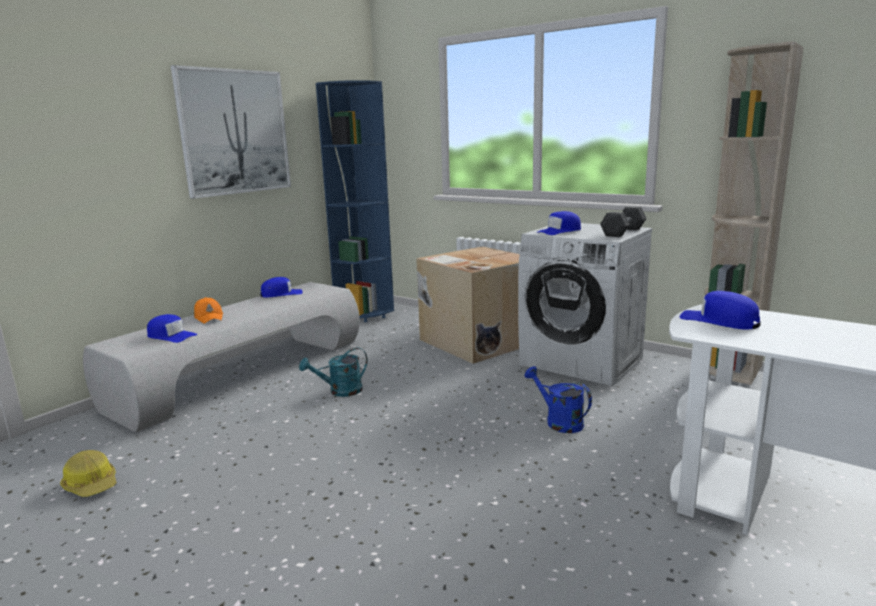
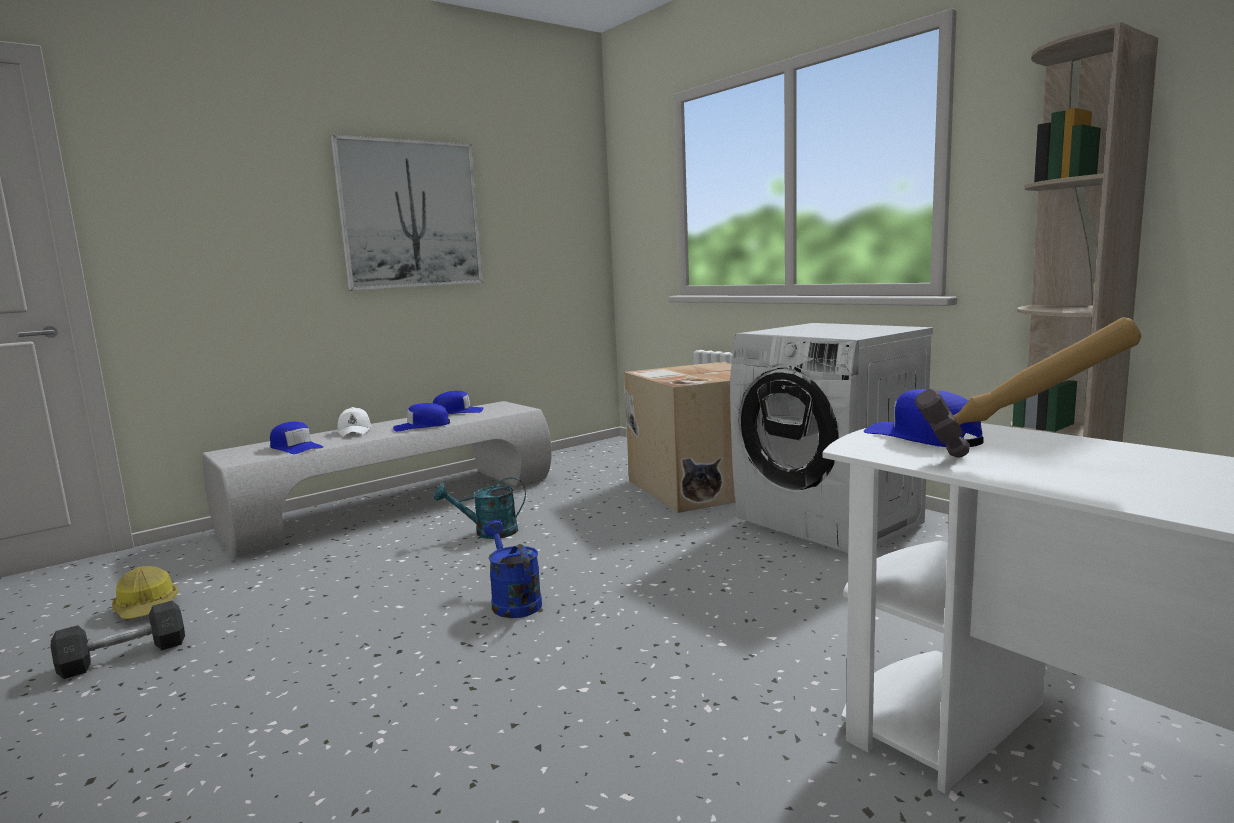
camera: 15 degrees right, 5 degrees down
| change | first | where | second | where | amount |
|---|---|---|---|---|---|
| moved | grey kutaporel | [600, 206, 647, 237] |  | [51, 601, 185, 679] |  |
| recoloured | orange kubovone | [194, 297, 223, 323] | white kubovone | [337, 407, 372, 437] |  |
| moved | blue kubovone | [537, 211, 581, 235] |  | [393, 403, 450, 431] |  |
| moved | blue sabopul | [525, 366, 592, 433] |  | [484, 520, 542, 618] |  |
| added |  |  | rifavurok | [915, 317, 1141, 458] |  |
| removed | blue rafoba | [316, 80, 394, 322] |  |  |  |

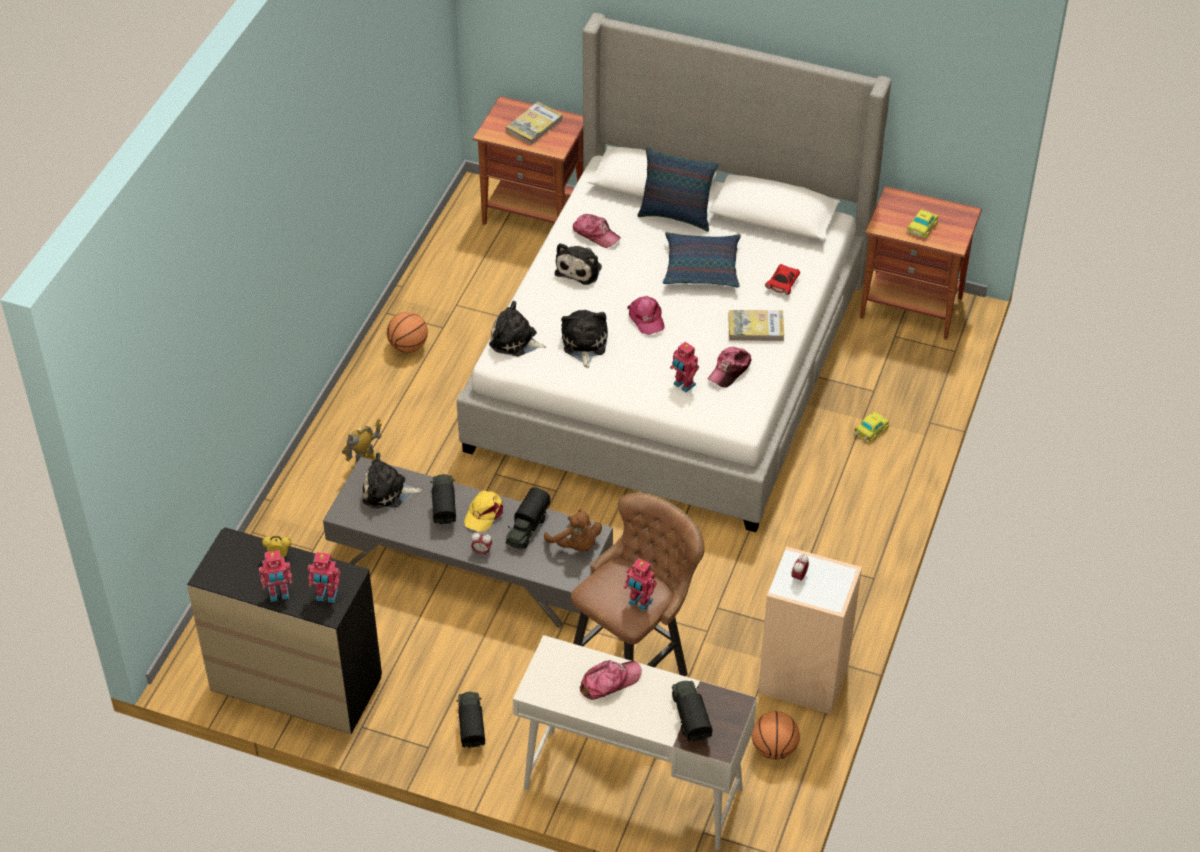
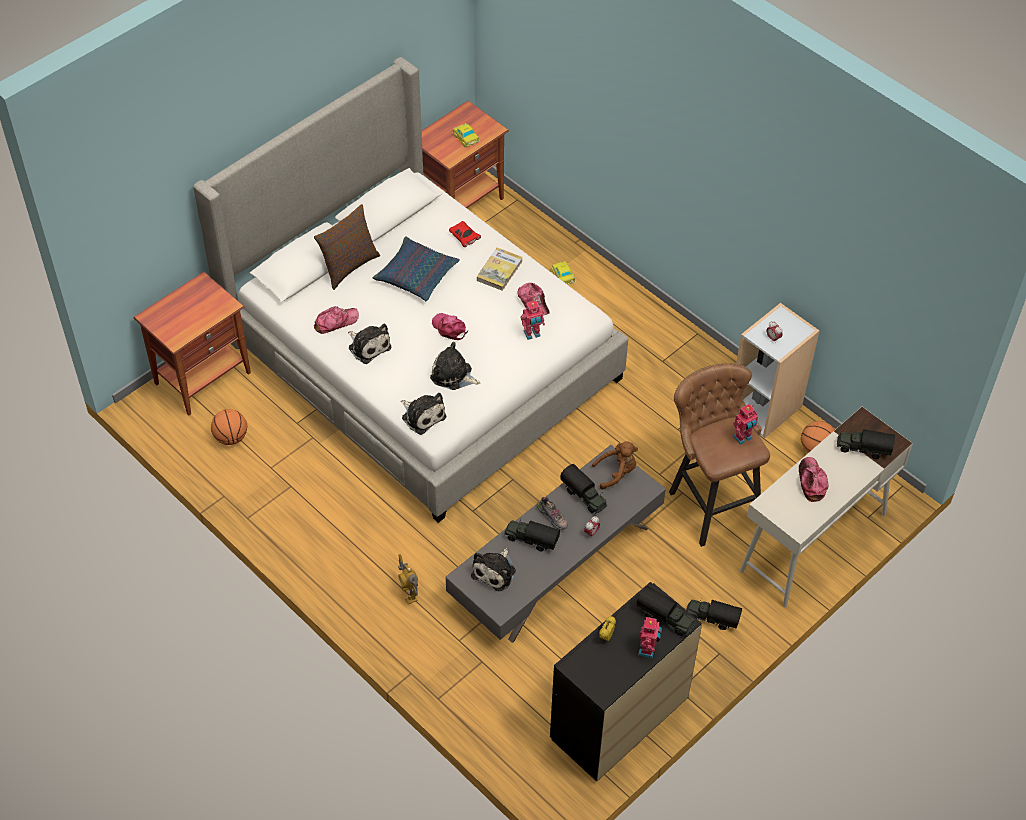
camera: 65 degrees left, 5 degrees up
| change | first | where | second | where | amount |
|---|---|---|---|---|---|
| moved | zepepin | [387, 312, 428, 353] |  | [211, 409, 247, 445] |  |
| recoloured | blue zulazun | [637, 147, 718, 232] | brown zulazun | [314, 204, 380, 290] |  |
| turned | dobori | [489, 301, 546, 357] |  | [401, 393, 446, 435] | 90 degrees counterclockwise |
| turned | pink kubovone | [627, 296, 665, 335] |  | [432, 313, 468, 340] | 135 degrees counterclockwise |
| replaced | yellow kubovone | [464, 491, 503, 532] | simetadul | [537, 497, 568, 530] |  |
| replaced | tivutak | [308, 552, 341, 603] | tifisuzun | [636, 586, 695, 636] |  |
| removed | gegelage | [506, 102, 563, 145] |  |  |  |

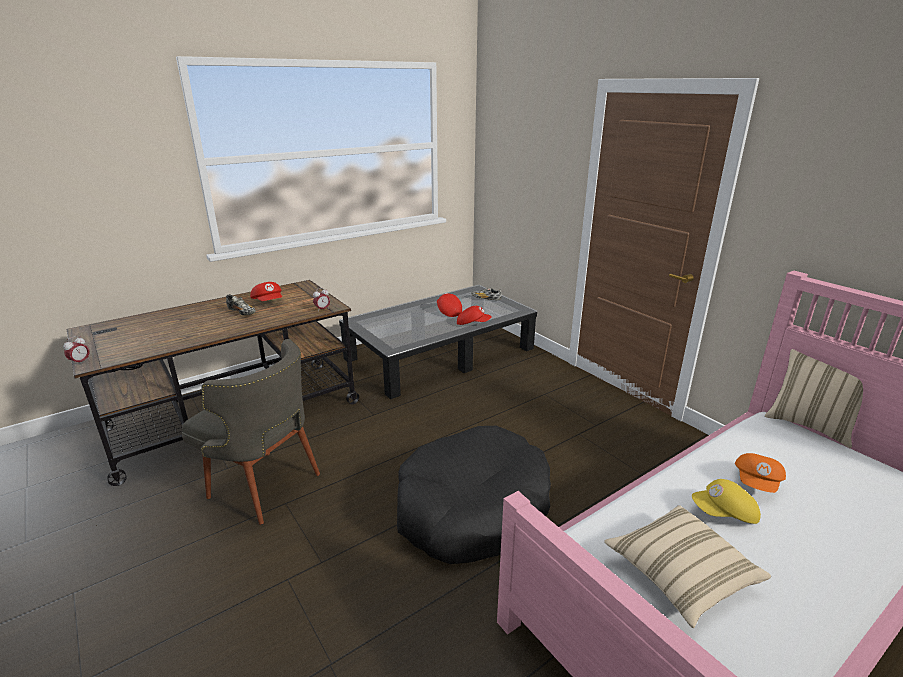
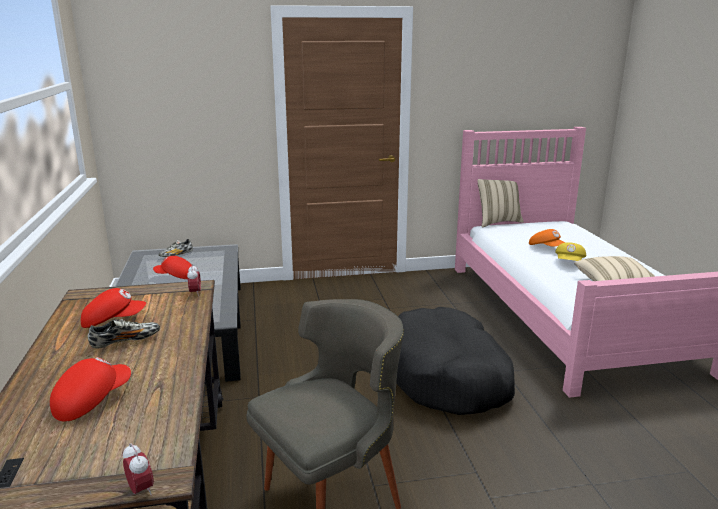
camera: 65 degrees left, 5 degrees down
| change | first | where | second | where | amount |
|---|---|---|---|---|---|
| moved | red kubovone | [457, 306, 492, 325] |  | [50, 357, 131, 422] |  |

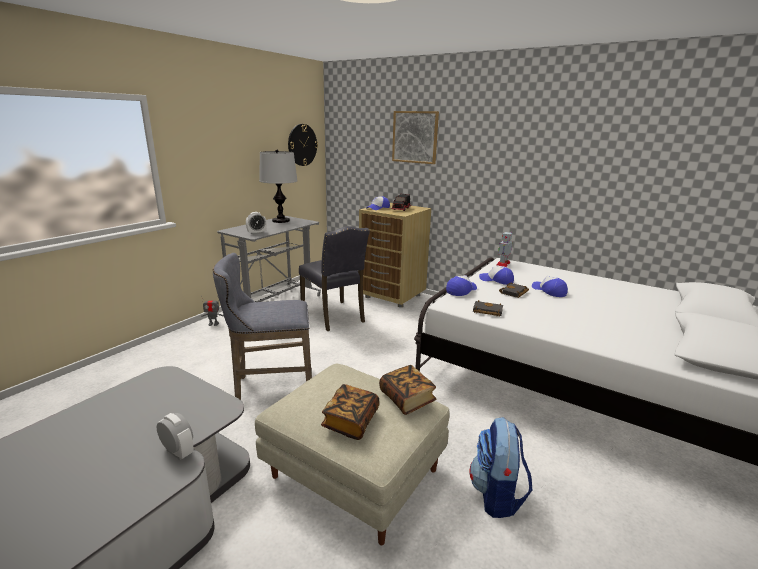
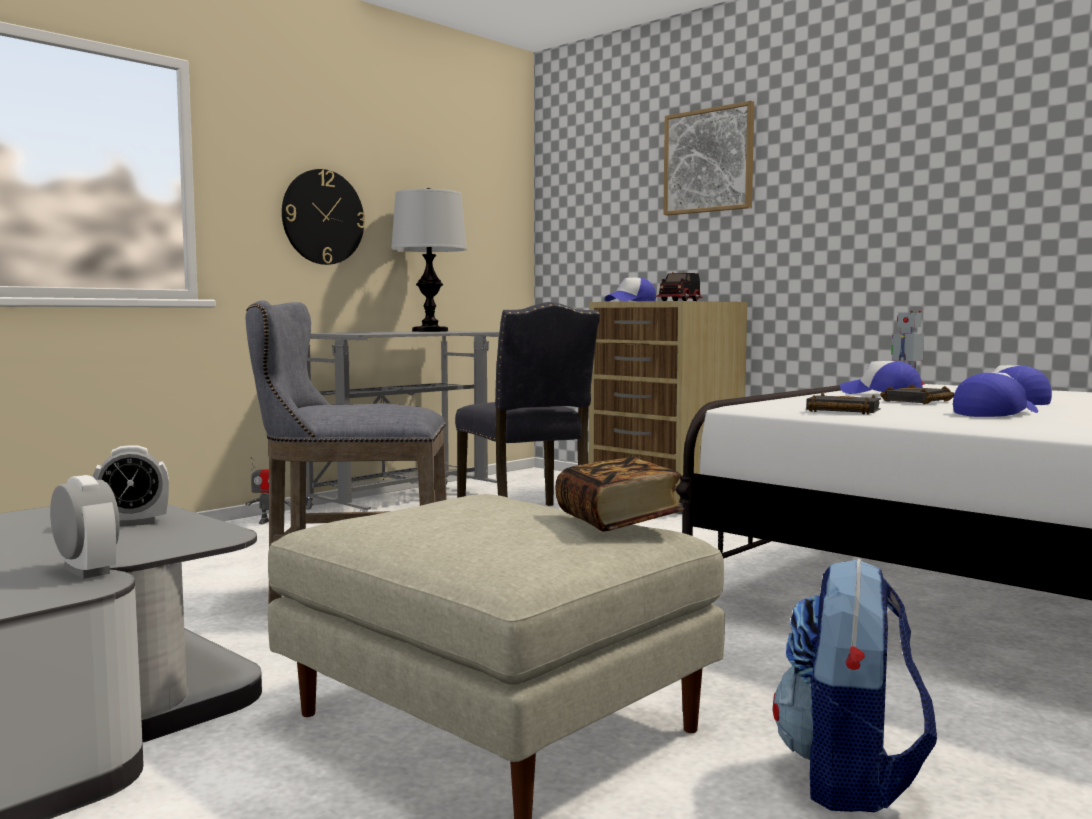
camera: 10 degrees right, 15 degrees down
| change | first | where | second | where | amount |
|---|---|---|---|---|---|
| moved | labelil | [246, 212, 267, 235] |  | [92, 445, 169, 527] |  |
| moved | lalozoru | [288, 124, 318, 166] |  | [282, 169, 366, 265] |  |
| moved | kubovone | [446, 275, 477, 296] |  | [953, 372, 1038, 417] |  |
| removed | gegelage | [321, 384, 379, 440] |  |  |  |

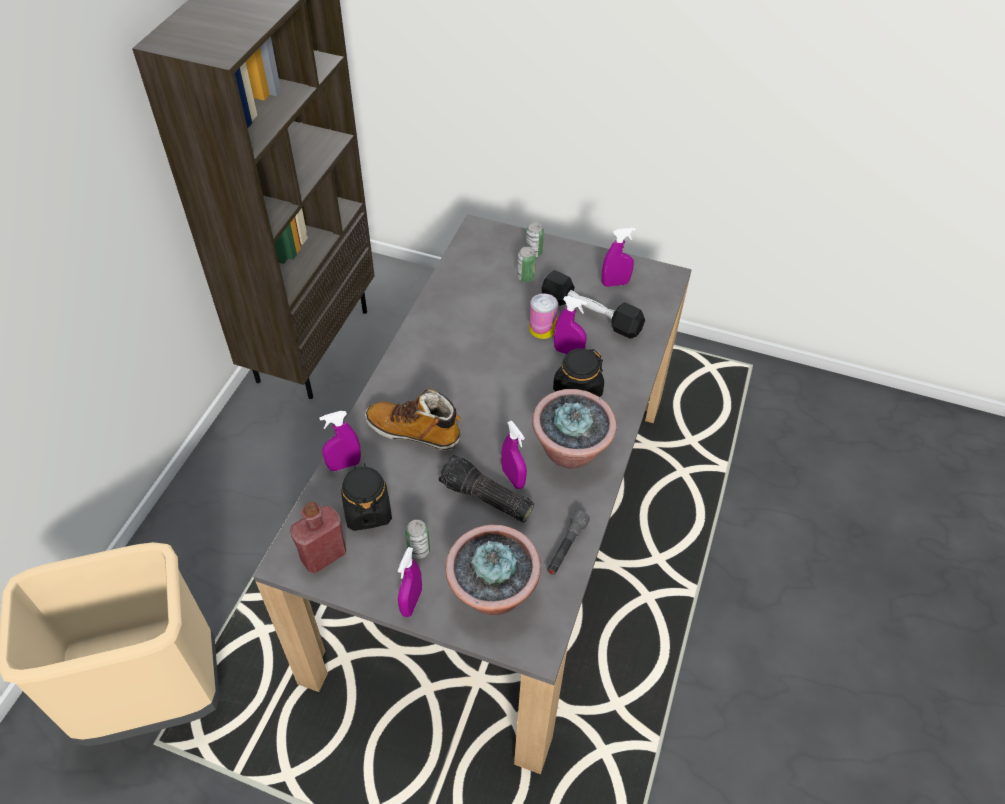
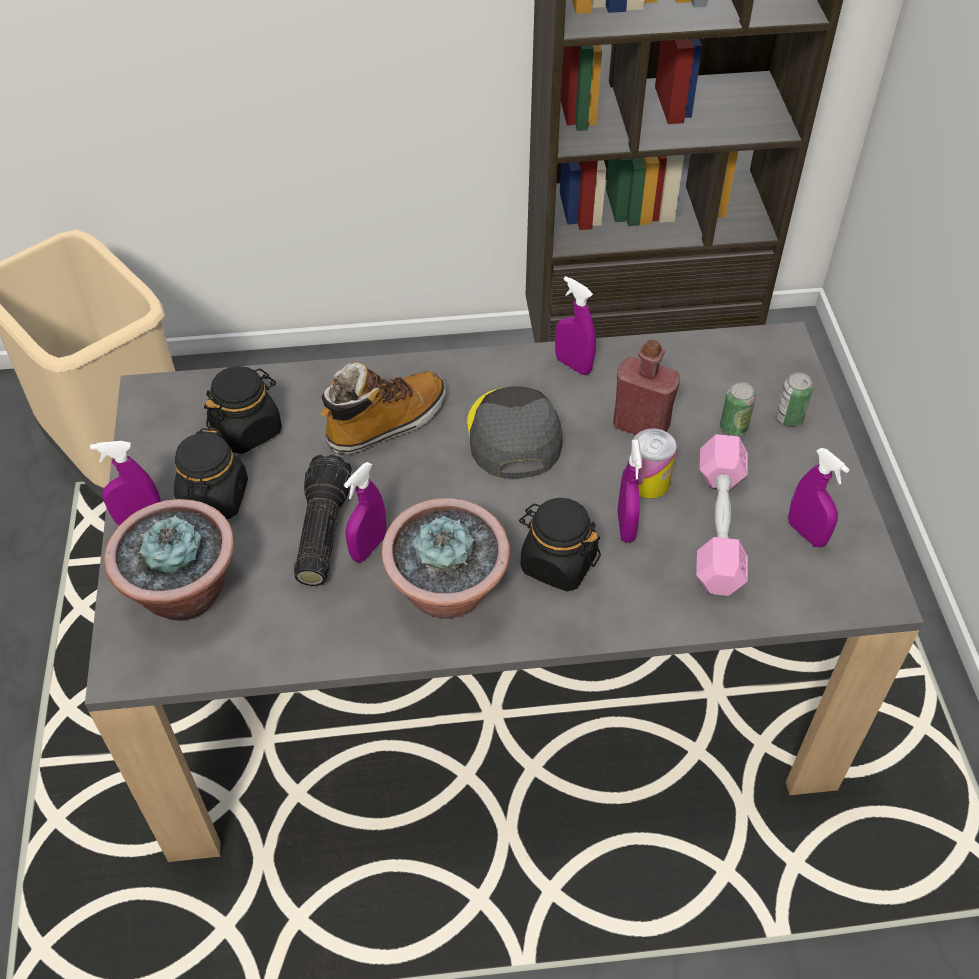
camera: 65 degrees right, 0 degrees up
| change | first | where | second | where | amount |
|---|---|---|---|---|---|
| replaced | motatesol | [405, 520, 430, 559] | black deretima | [174, 428, 248, 519] |  |
| turned | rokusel | [365, 389, 461, 451] |  | [320, 362, 446, 454] | 60 degrees clockwise |
| added |  |  | grey kubovone | [467, 386, 563, 478] |  |
| moved | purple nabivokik | [319, 411, 361, 471] |  | [555, 276, 596, 375] |  |
| moved | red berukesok | [290, 502, 346, 573] |  | [613, 339, 680, 435] |  |
| recoloured | black kutaporel | [542, 270, 645, 339] | pink kutaporel | [696, 434, 748, 596] |  |
| removed | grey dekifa | [547, 510, 590, 575] |  |  |  |

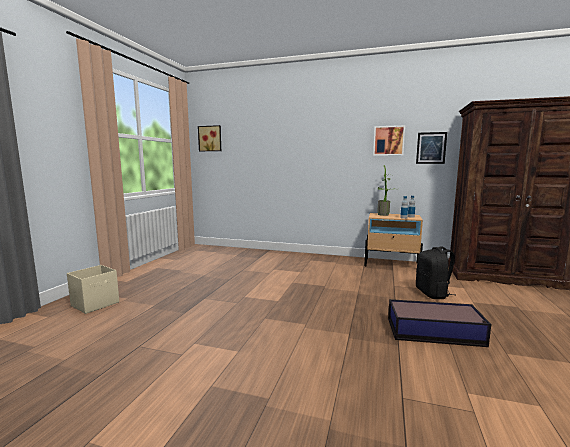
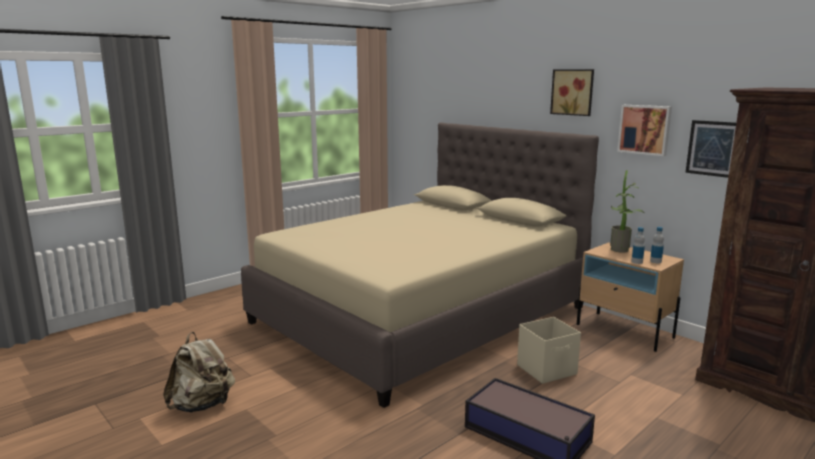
camera: 30 degrees right, 5 degrees up
| change | first | where | second | where | amount |
|---|---|---|---|---|---|
| added |  |  | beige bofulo | [163, 332, 235, 413] |  |
| added |  |  | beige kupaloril | [241, 123, 599, 408] |  |
| moved | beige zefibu | [67, 265, 119, 314] |  | [517, 317, 581, 384] |  |
| moved | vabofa | [198, 125, 221, 151] |  | [550, 69, 594, 116] |  |
| removed | black bofulo | [416, 246, 455, 299] |  |  |  |

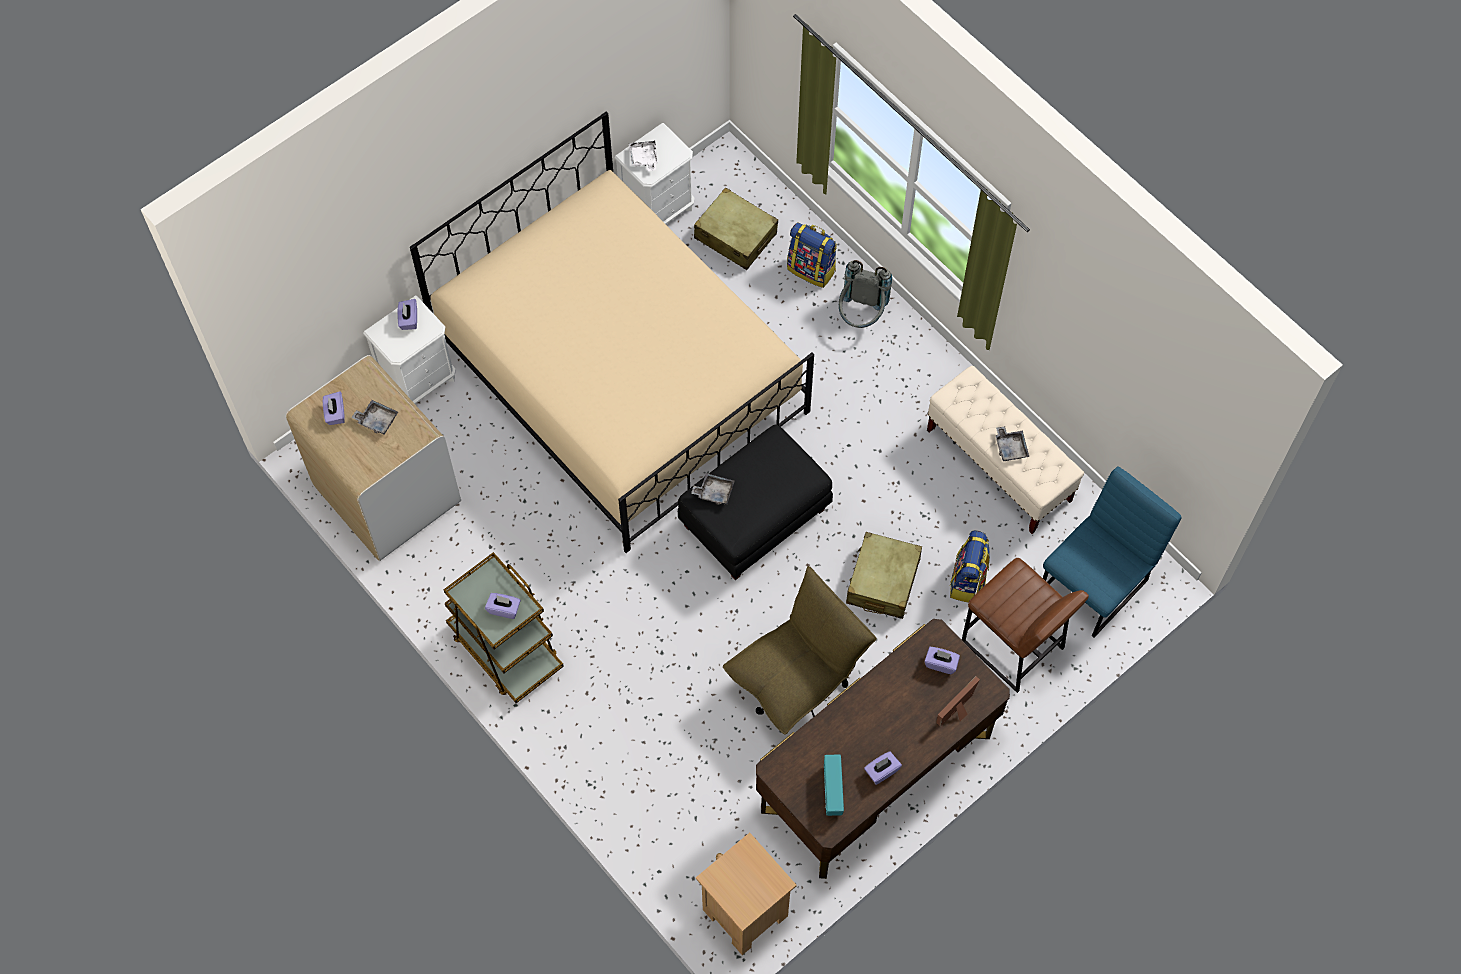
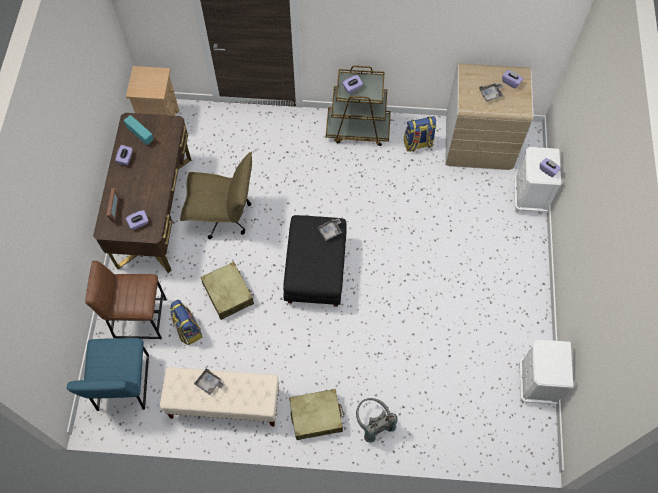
camera: 135 degrees right, 0 degrees up
| change | first | where | second | where | amount |
|---|---|---|---|---|---|
| turned | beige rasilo | [723, 566, 877, 735] |  | [180, 152, 252, 239] | 90 degrees counterclockwise |
| moved | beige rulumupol | [694, 187, 778, 270] |  | [289, 389, 344, 440] |  |
| moved | bofulo | [787, 223, 837, 288] |  | [404, 116, 436, 152] |  |
| removed | beige kupaloril | [410, 111, 814, 553] |  |  |  |
| removed | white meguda | [629, 141, 658, 171] |  |  |  |

